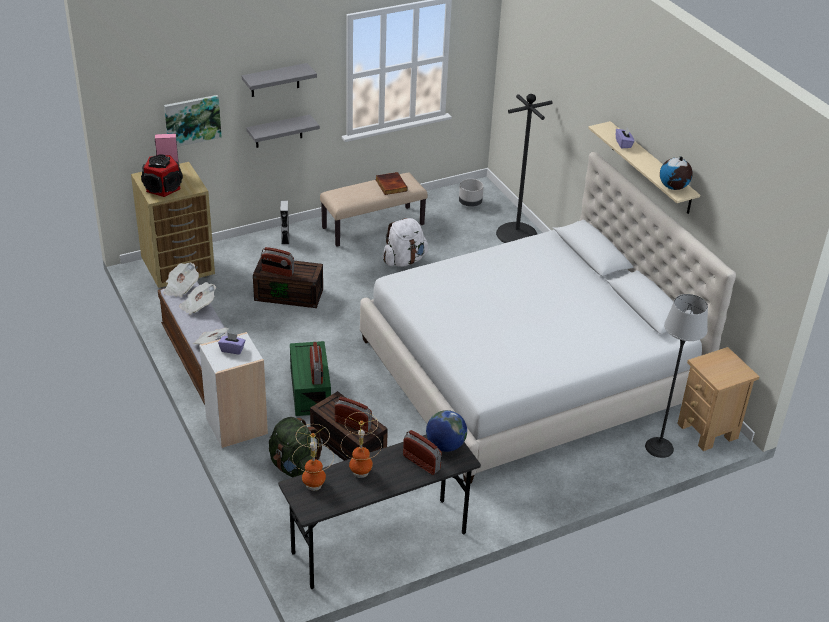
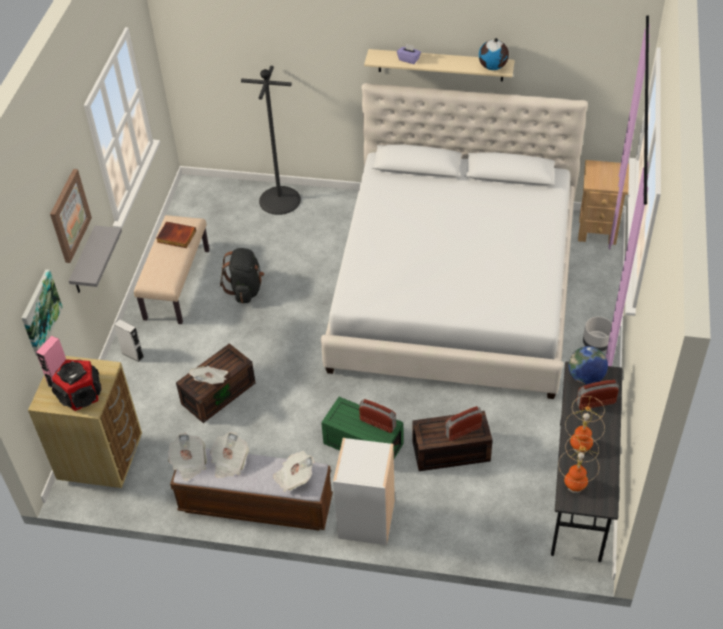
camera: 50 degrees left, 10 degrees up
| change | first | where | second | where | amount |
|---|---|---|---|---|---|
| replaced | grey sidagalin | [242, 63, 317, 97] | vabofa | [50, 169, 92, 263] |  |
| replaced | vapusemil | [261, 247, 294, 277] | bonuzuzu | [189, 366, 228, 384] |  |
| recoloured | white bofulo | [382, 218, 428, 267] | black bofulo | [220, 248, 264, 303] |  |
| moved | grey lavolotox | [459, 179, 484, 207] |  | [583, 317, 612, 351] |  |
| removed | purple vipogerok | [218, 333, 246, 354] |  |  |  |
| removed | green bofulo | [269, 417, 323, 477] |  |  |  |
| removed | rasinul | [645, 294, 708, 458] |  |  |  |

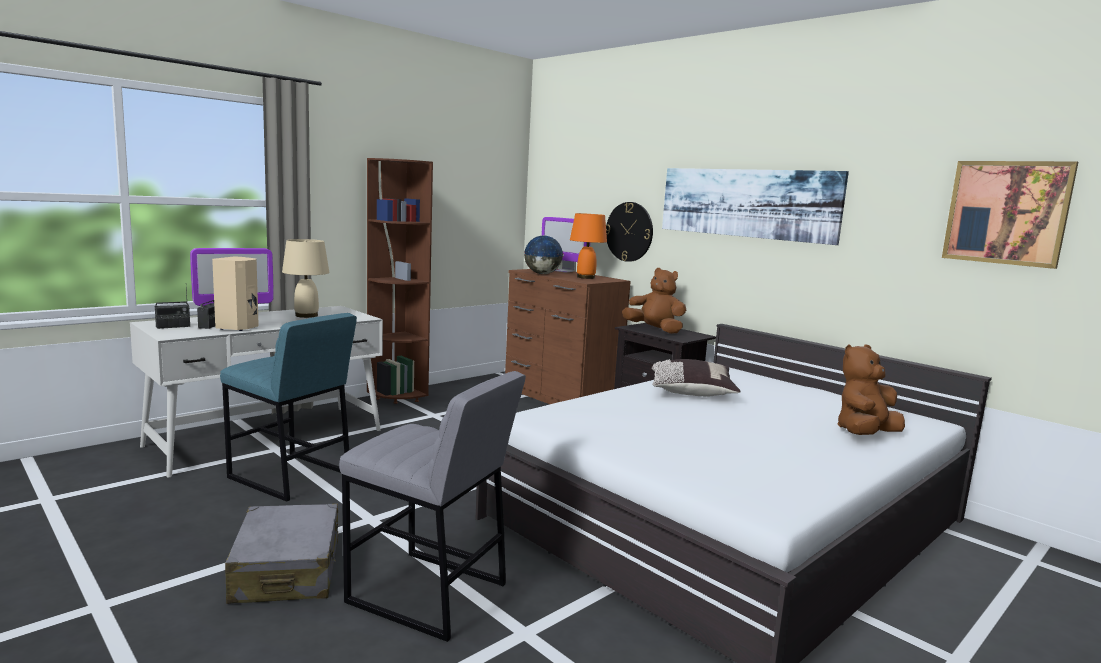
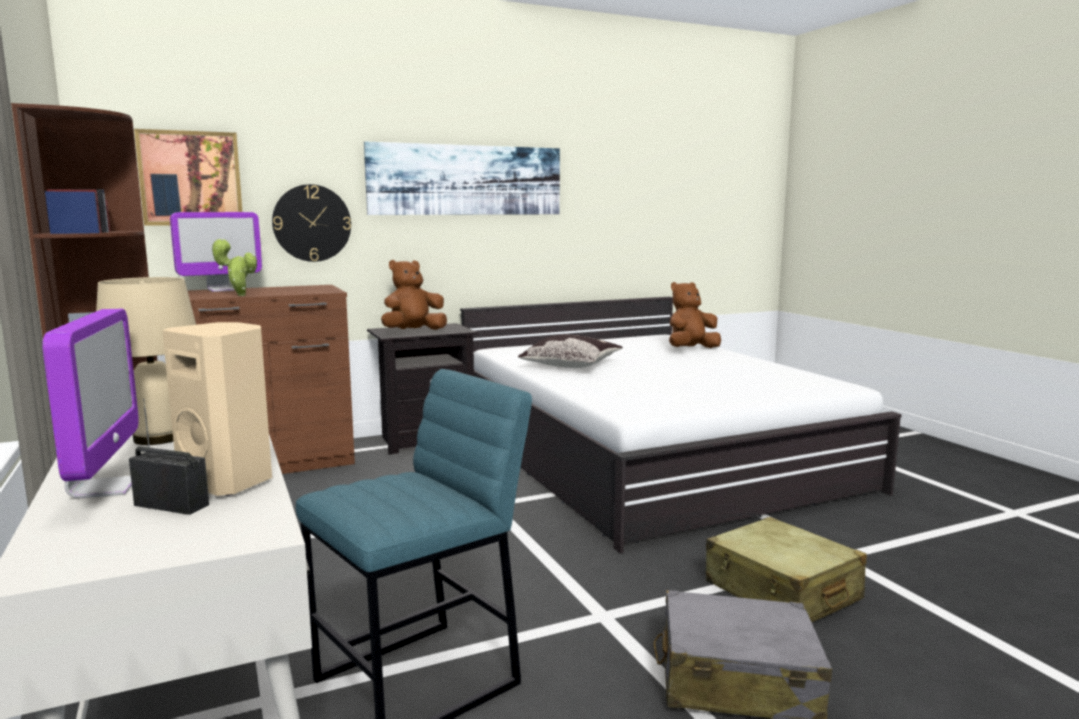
camera: 70 degrees left, 0 degrees up
| change | first | where | second | where | amount |
|---|---|---|---|---|---|
| moved | vabofa | [942, 161, 1078, 269] |  | [134, 129, 242, 226] |  |
| replaced | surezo | [524, 236, 563, 274] | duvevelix | [211, 238, 257, 296] |  |
| turned | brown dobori | [838, 344, 905, 435] |  | [669, 282, 721, 348] | 75 degrees clockwise |
| replaced | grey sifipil | [339, 371, 526, 642] | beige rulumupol | [706, 517, 867, 622] |  |
| removed | vapusemil | [155, 288, 190, 329] |  |  |  |
| removed | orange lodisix | [570, 213, 607, 279] |  |  |  |

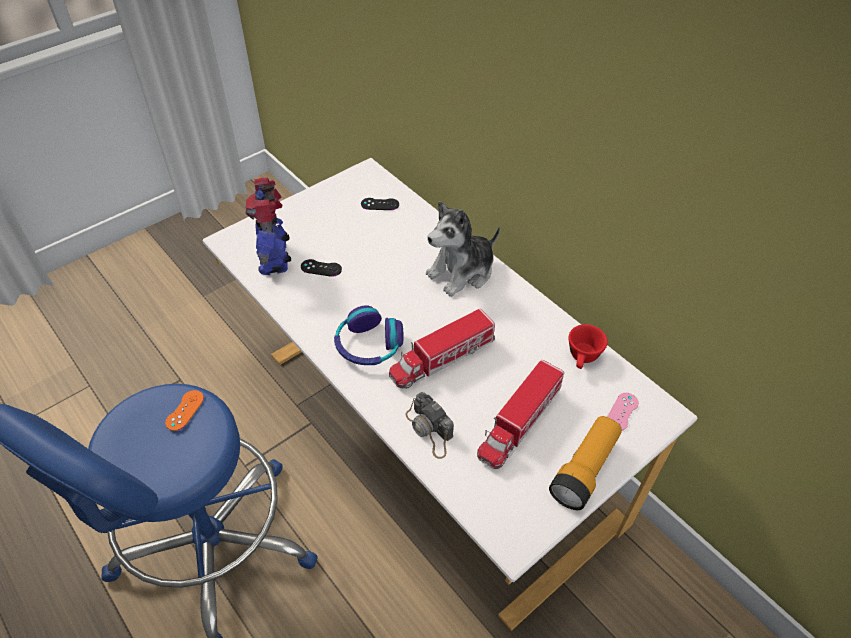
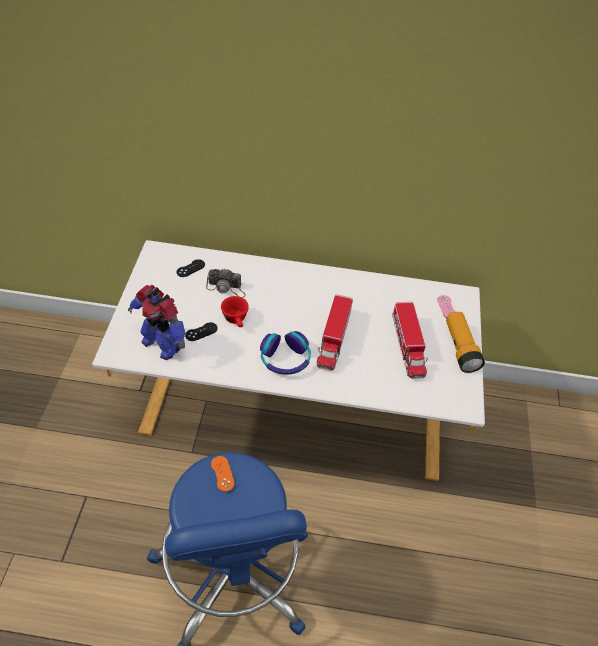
camera: 45 degrees left, 0 degrees up
| change | first | where | second | where | amount |
|---|---|---|---|---|---|
| moved | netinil | [405, 392, 454, 459] |  | [206, 268, 246, 298] |  |
| moved | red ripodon | [568, 324, 608, 369] |  | [221, 296, 249, 327] |  |
| removed | dobori | [426, 201, 500, 297] |  |  |  |

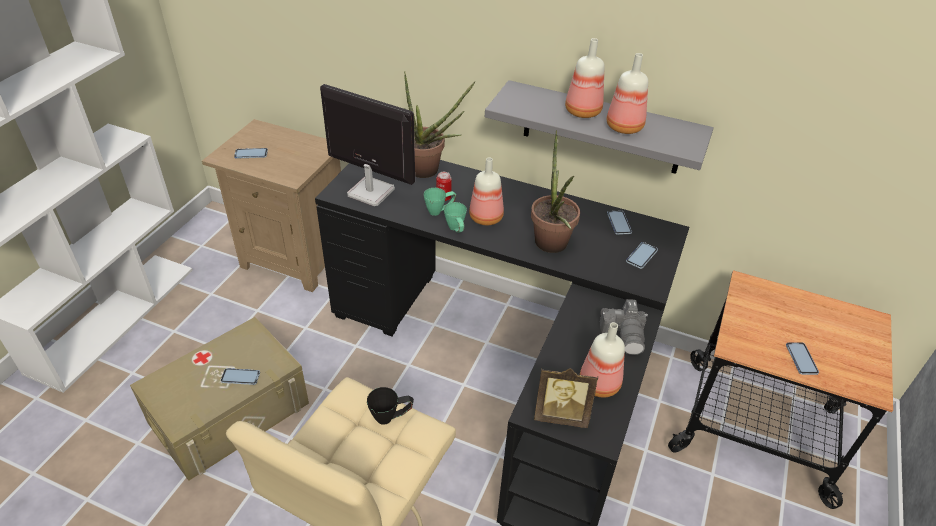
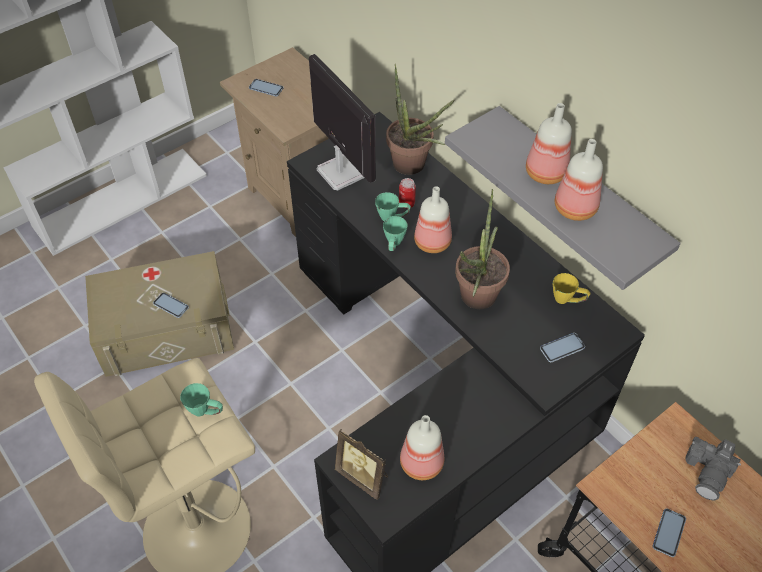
camera: 30 degrees right, 10 degrees up
| change | first | where | second | where | amount |
|---|---|---|---|---|---|
| recoloured | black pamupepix | [367, 387, 414, 425] | green pamupepix | [180, 383, 223, 416] |  |
| replaced | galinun | [607, 211, 632, 235] | yellow pamupepix | [553, 273, 590, 304] |  |
| moved | netinil | [600, 299, 648, 355] |  | [685, 437, 741, 501] |  |

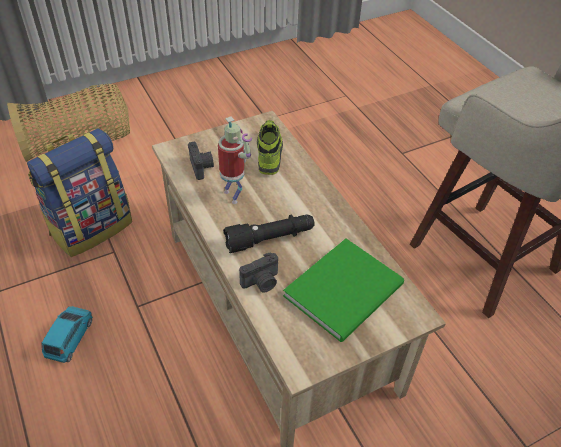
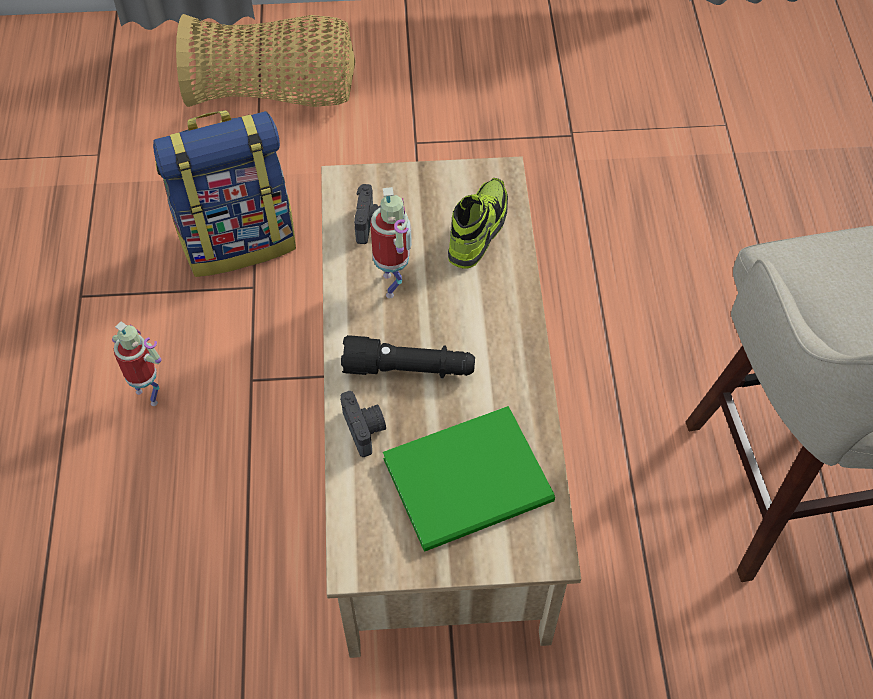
camera: 25 degrees right, 10 degrees up
| change | first | where | second | where | amount |
|---|---|---|---|---|---|
| replaced | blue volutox | [41, 306, 93, 363] | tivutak | [112, 321, 161, 406] |  |
| turned | netinil | [239, 253, 278, 293] |  | [340, 391, 386, 457] | 105 degrees counterclockwise |

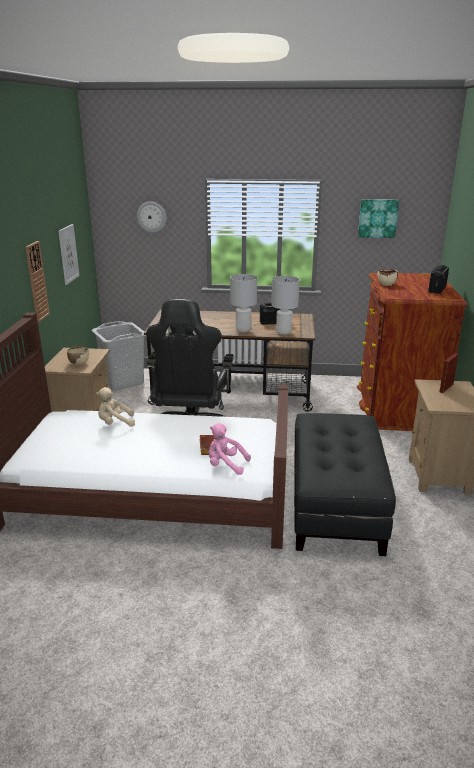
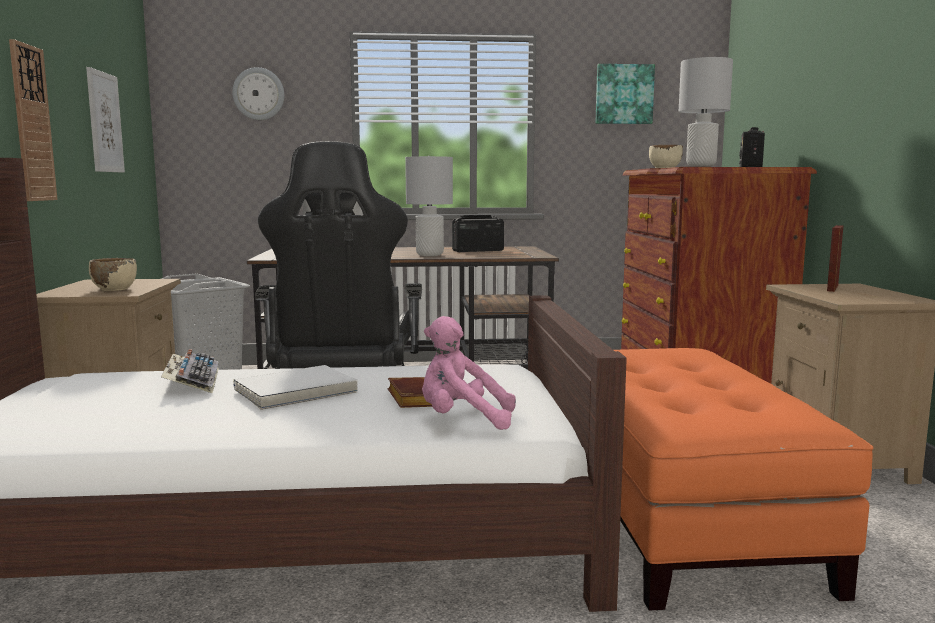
camera: 10 degrees left, 15 degrees down
| change | first | where | second | where | amount |
|---|---|---|---|---|---|
| replaced | beige dobori | [96, 387, 135, 427] | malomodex | [161, 349, 219, 393] |  |
| added |  |  | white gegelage | [233, 365, 358, 410] |  |
| recoloured | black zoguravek | [294, 413, 396, 556] | orange zoguravek | [614, 348, 873, 611] |  |
| moved | grey lodisix | [272, 276, 300, 335] |  | [679, 57, 733, 167] |  |

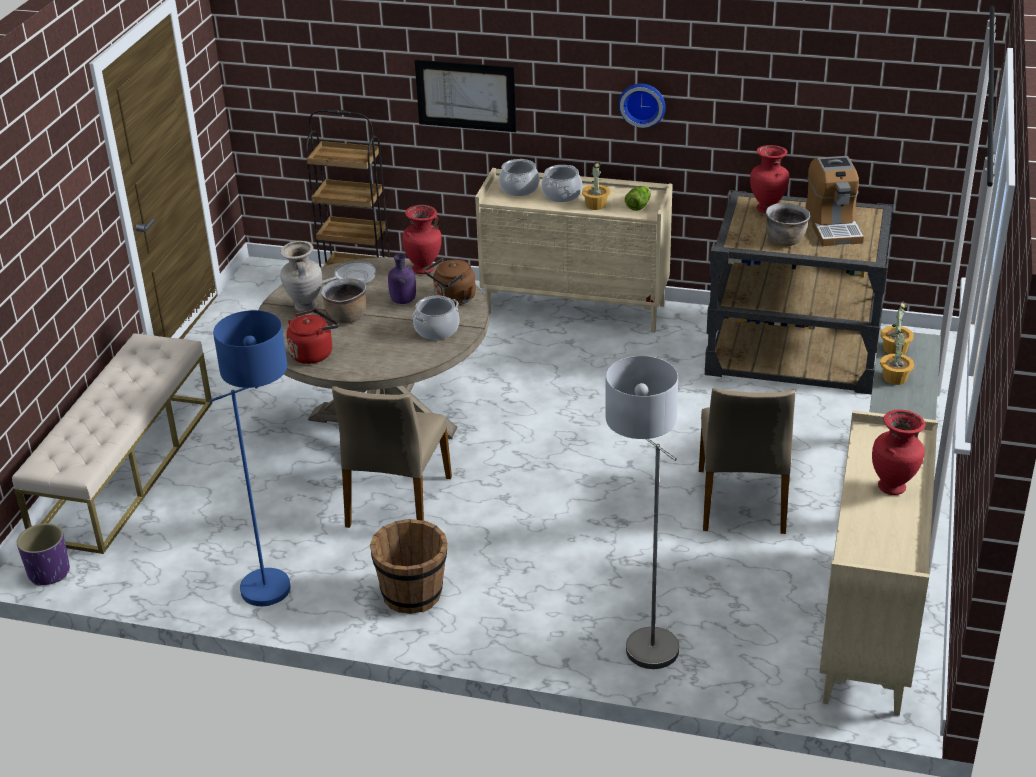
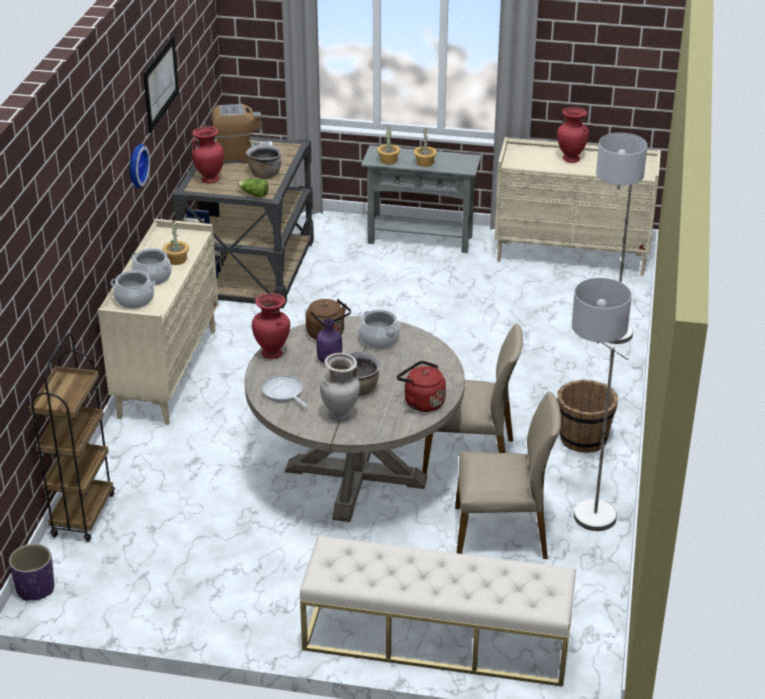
camera: 95 degrees left, 0 degrees up
| change | first | where | second | where | amount |
|---|---|---|---|---|---|
| moved | purple lavolotox | [17, 523, 70, 585] |  | [9, 544, 54, 601] |  |
| moved | vabofa | [415, 60, 516, 132] |  | [143, 35, 179, 133] |  |
| moved | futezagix | [625, 186, 651, 211] |  | [238, 178, 268, 198] |  |
| moved | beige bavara | [699, 388, 795, 534] |  | [455, 392, 561, 559] |  |
| recoloured | blue rasinul | [209, 310, 291, 606] | grey rasinul | [572, 278, 632, 531] |  |

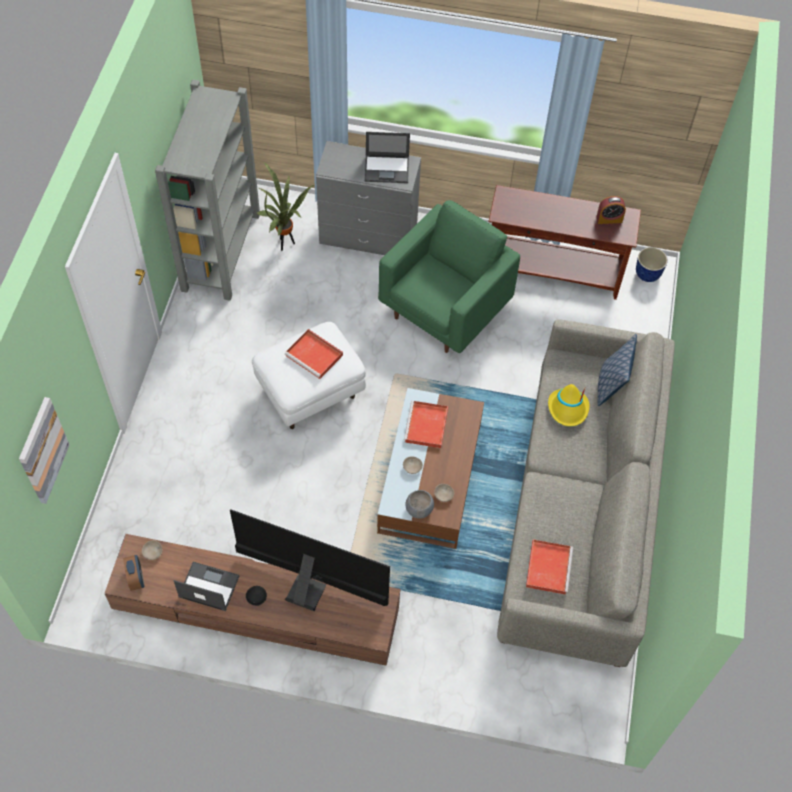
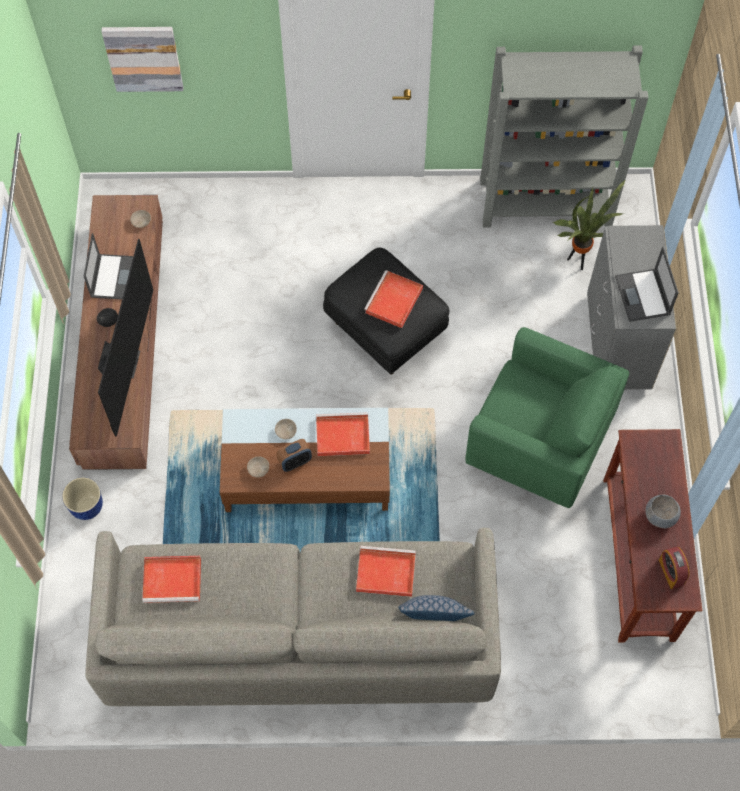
camera: 80 degrees right, 5 degrees up
| change | first | where | second | where | amount |
|---|---|---|---|---|---|
| moved | lavolotox | [636, 247, 668, 282] |  | [62, 477, 103, 520] |  |
| moved | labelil | [123, 555, 144, 591] |  | [276, 439, 312, 472] |  |
| recoloured | white zoguravek | [252, 322, 366, 429] | black zoguravek | [323, 248, 450, 374] |  |
| replaced | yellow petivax | [548, 384, 590, 426] | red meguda | [356, 546, 416, 597] |  |
| moved | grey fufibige | [405, 490, 434, 519] |  | [646, 495, 681, 528] |  |

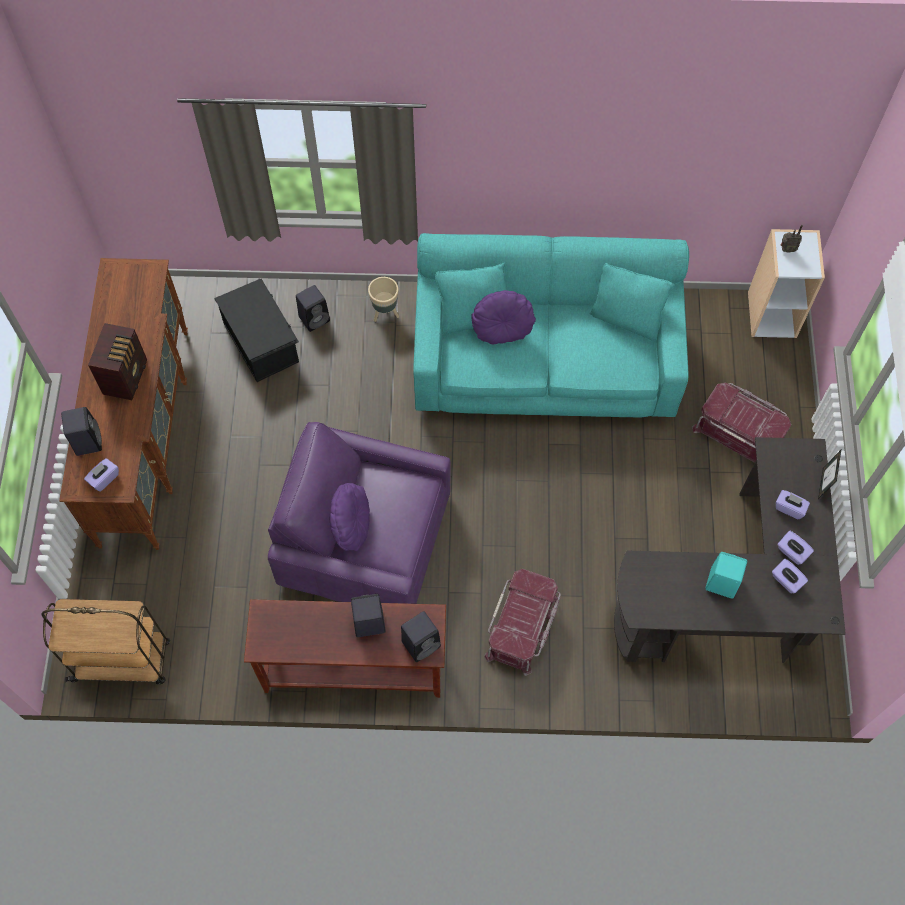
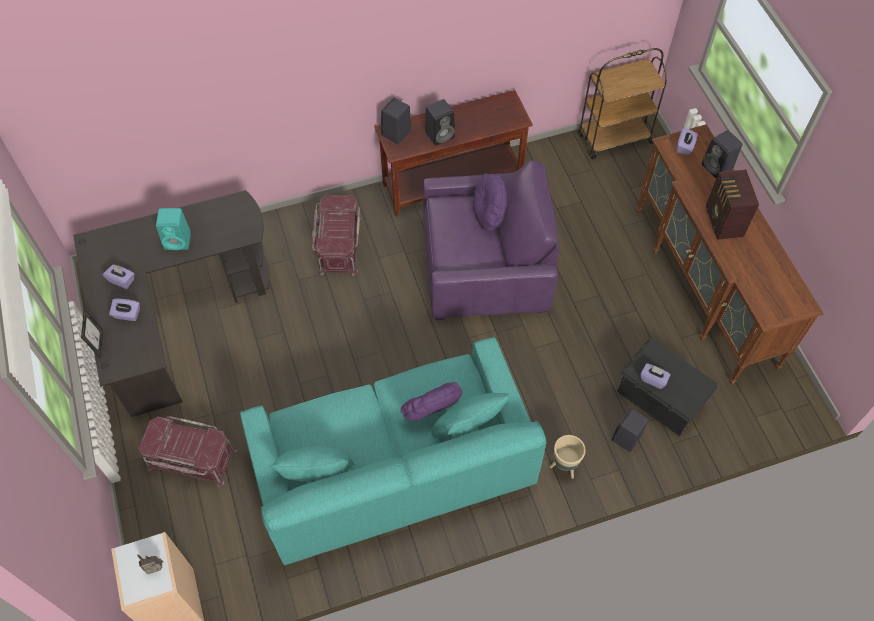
camera: 160 degrees right, 5 degrees down
| change | first | where | second | where | amount |
|---|---|---|---|---|---|
| moved | purple vipogerok | [772, 559, 808, 594] |  | [641, 363, 671, 389] |  |

